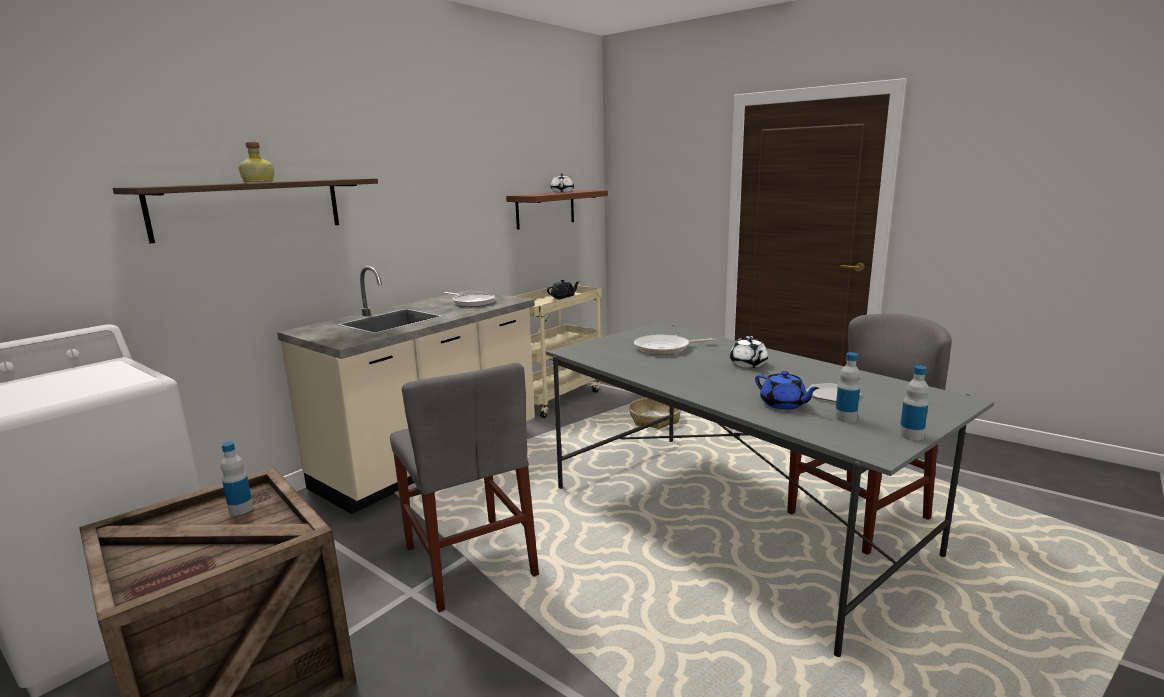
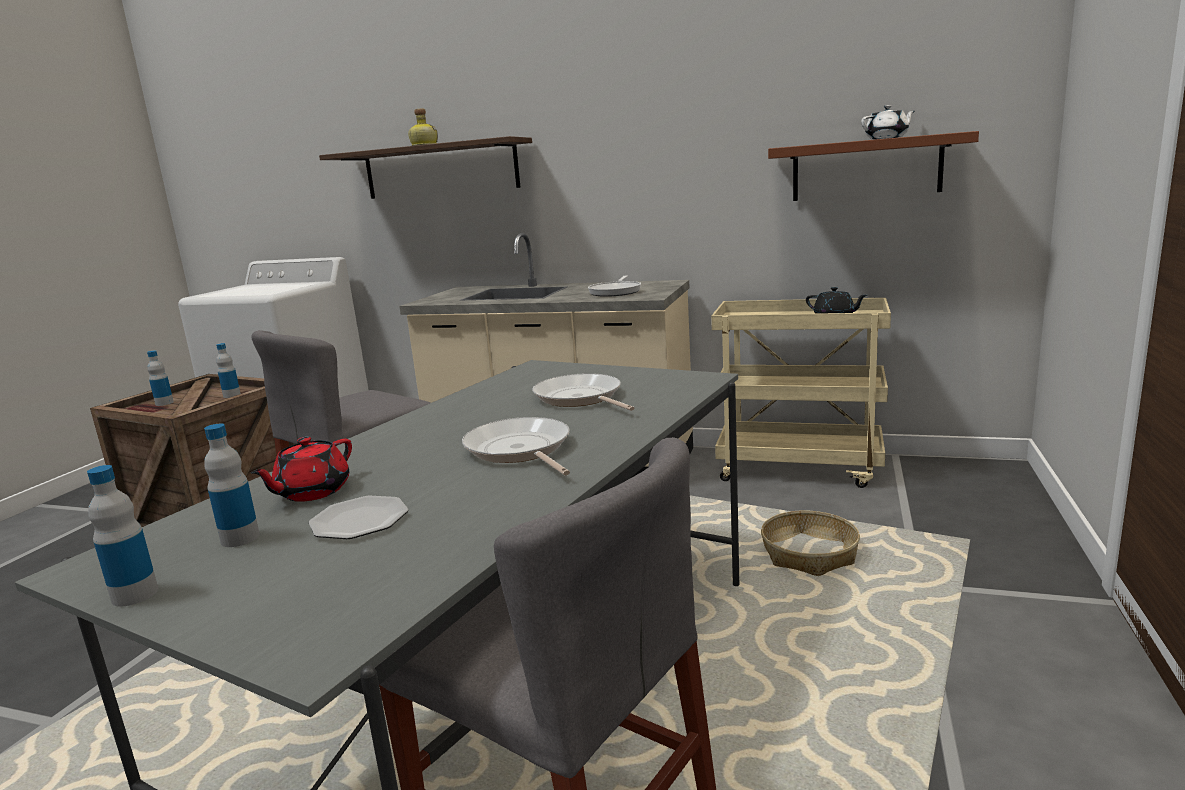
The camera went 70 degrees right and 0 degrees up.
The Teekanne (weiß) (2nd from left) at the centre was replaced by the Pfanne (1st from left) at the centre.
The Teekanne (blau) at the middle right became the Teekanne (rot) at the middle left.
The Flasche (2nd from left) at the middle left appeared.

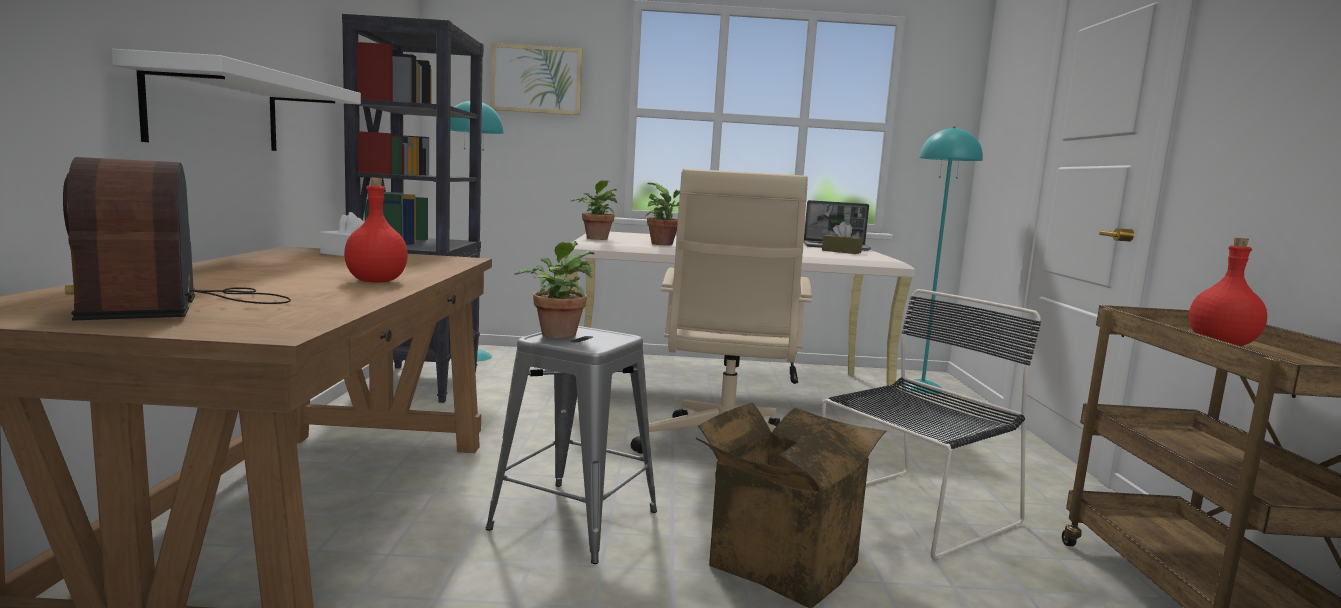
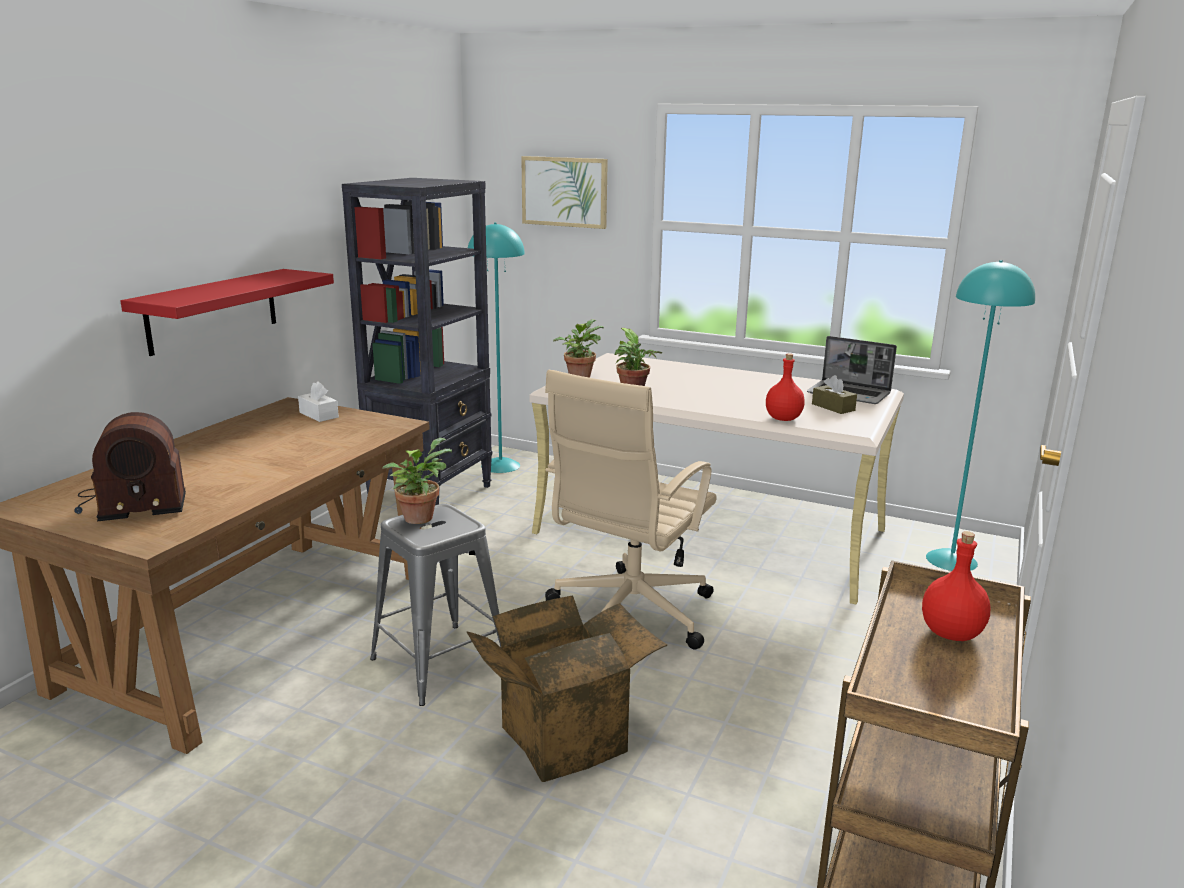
The camera went 25 degrees right and 10 degrees up.
The Radio at the middle left turned 105 degrees counterclockwise.
The Wandregal (weiß) at the top left became the Wandregal (rot) at the middle left.
The Flasche (rot) (1st from left) moved from the middle left to the centre.
The Stuhl (schwarz) at the bottom right disappeared.

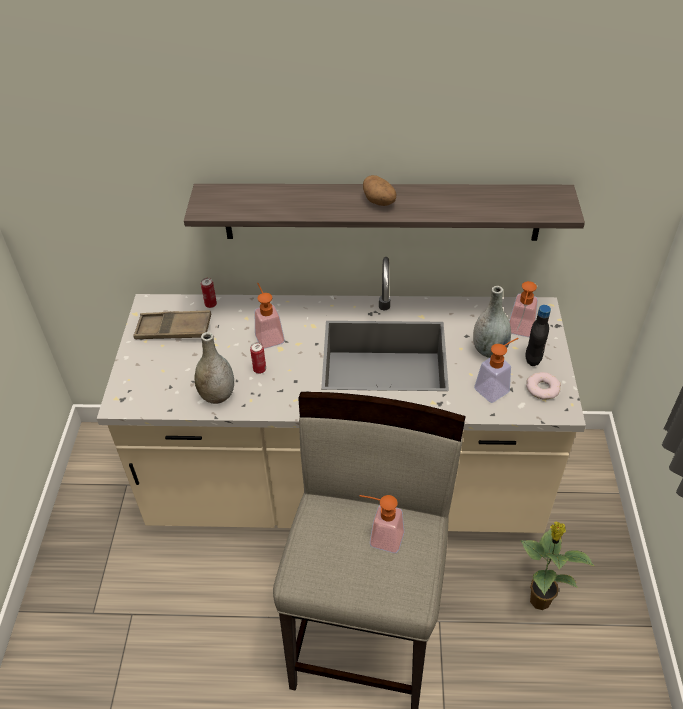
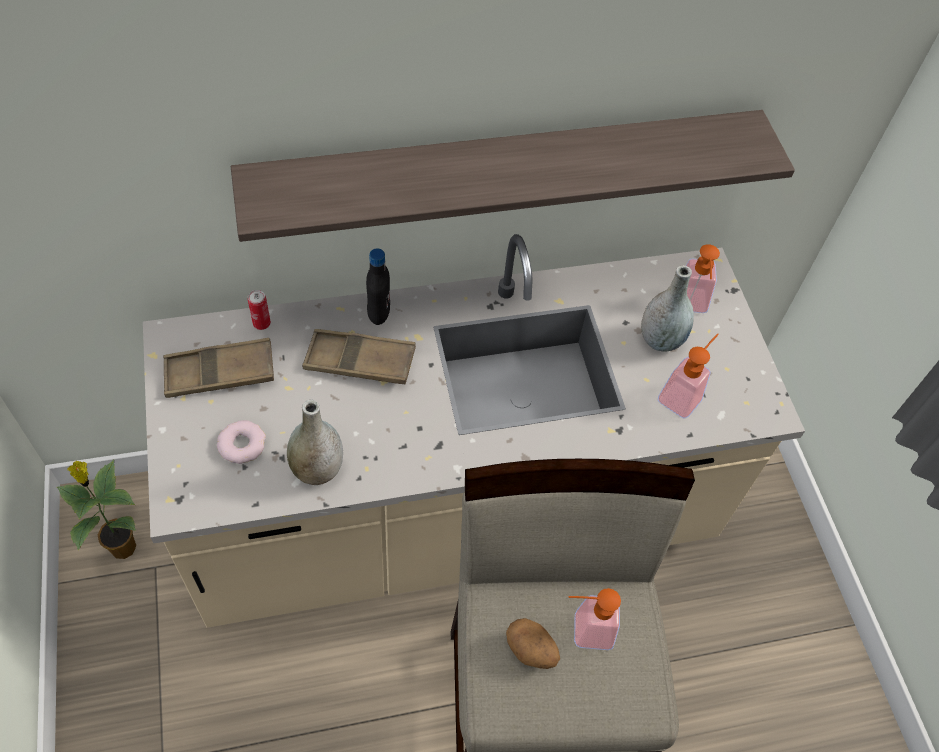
The camera went 20 degrees left and 10 degrees up.
The Dose (2nd from left) at the centre disappeared.
The Seifenspender (1st from left) at the centre was replaced by the Tablett (braun) (2nd from left) at the centre.
The Kartoffel moved from the top centre to the bottom centre.
The Topfpflanze moved from the bottom right to the bottom left.
The Flasche (schwarz) moved from the middle right to the centre.
The Donut moved from the middle right to the middle left.

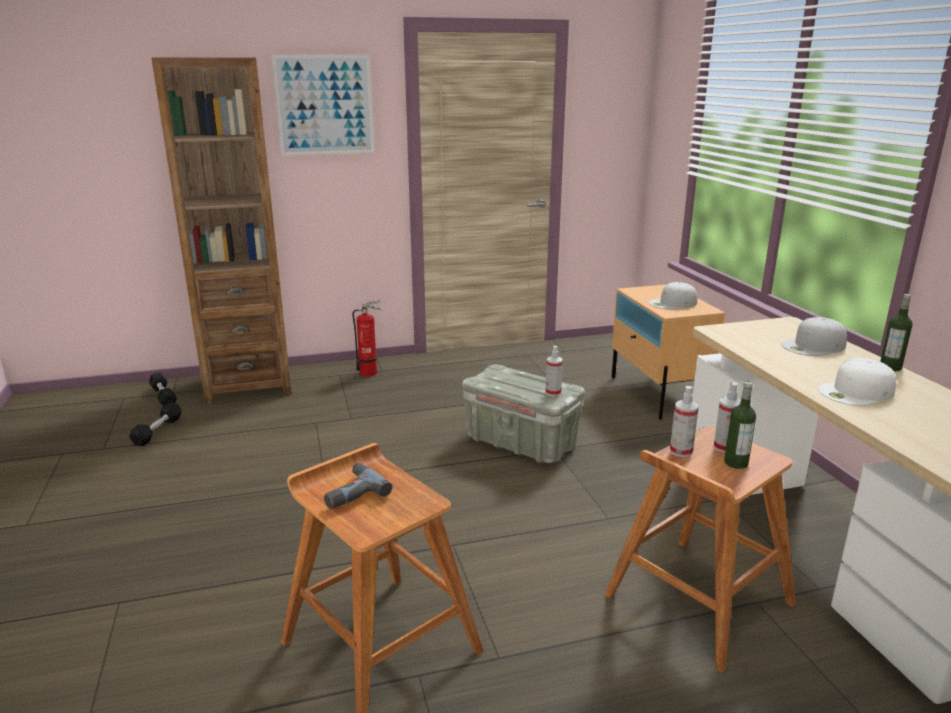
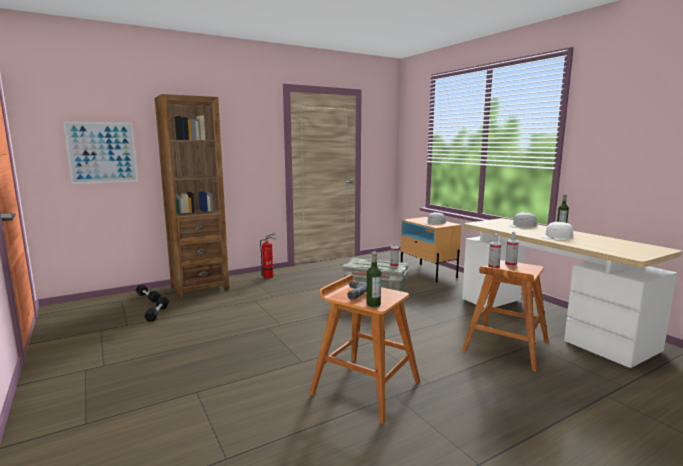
The camera went 15 degrees left and 10 degrees down.
The Bild moved from the top centre to the top left.
The Flasche (1st from left) moved from the middle right to the centre.

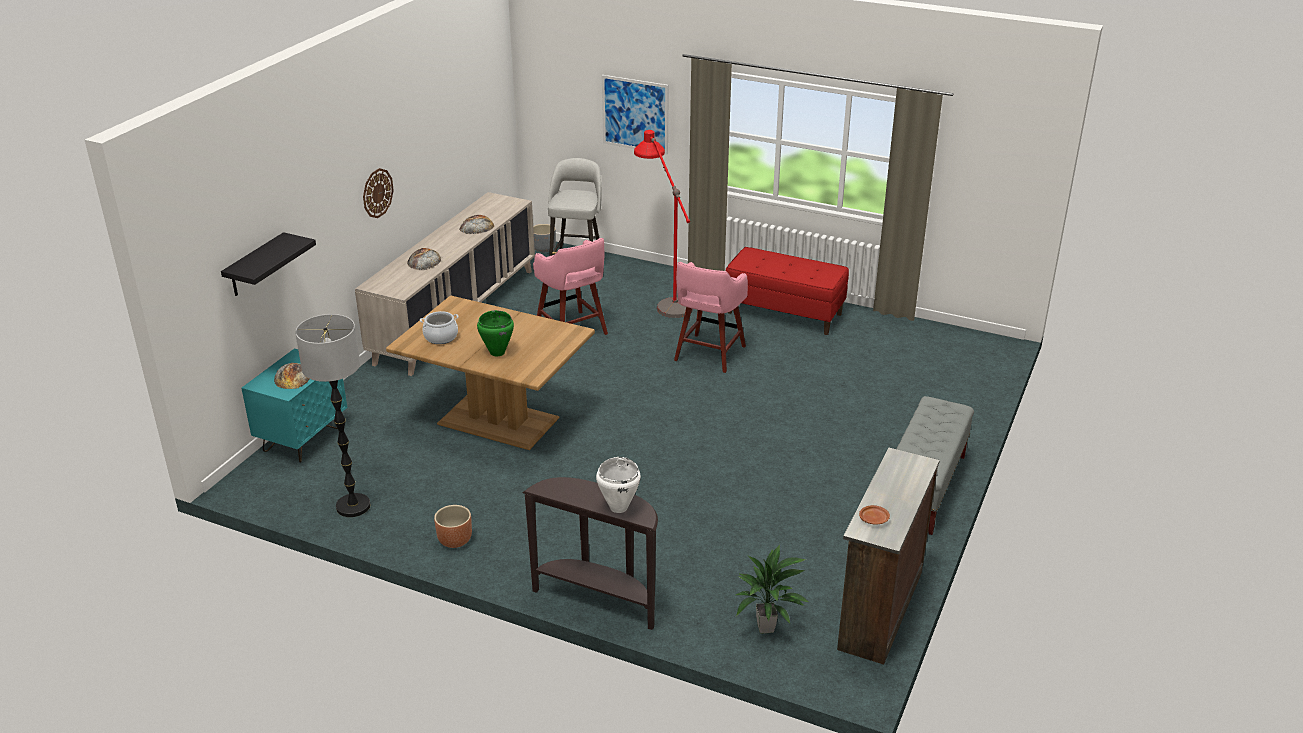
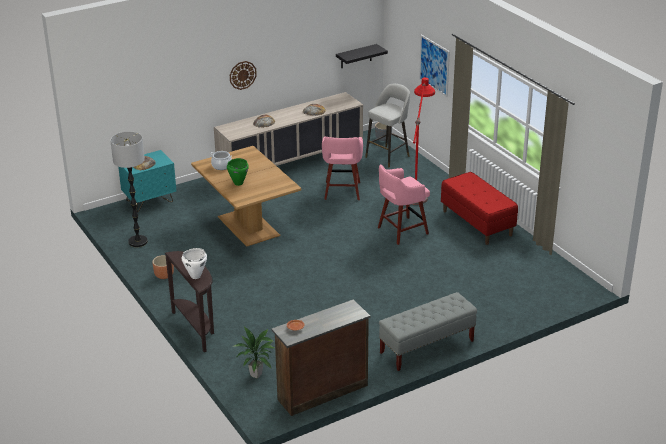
The camera went 35 degrees right and 0 degrees up.
The Wandregal (schwarz) moved from the middle left to the top centre.

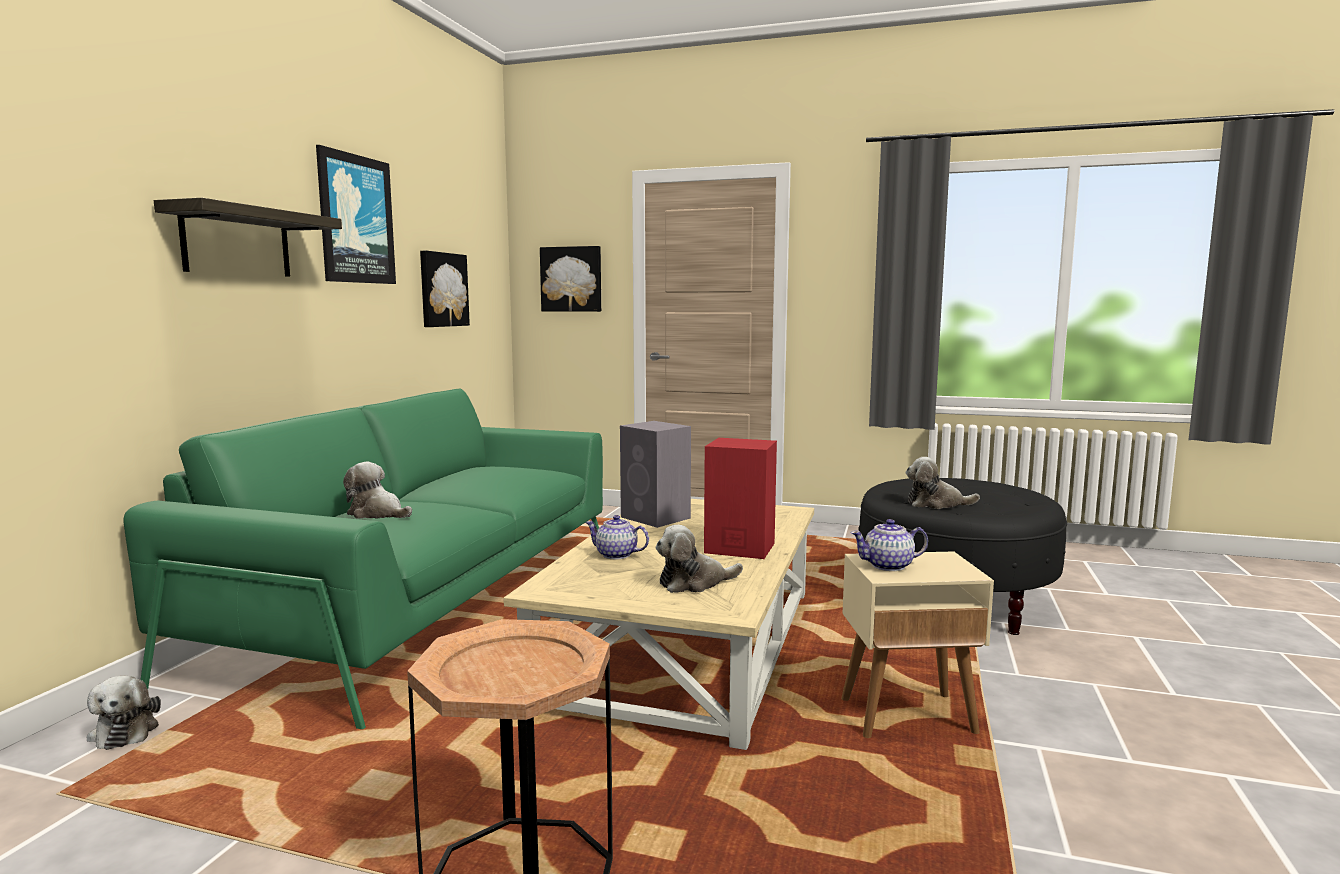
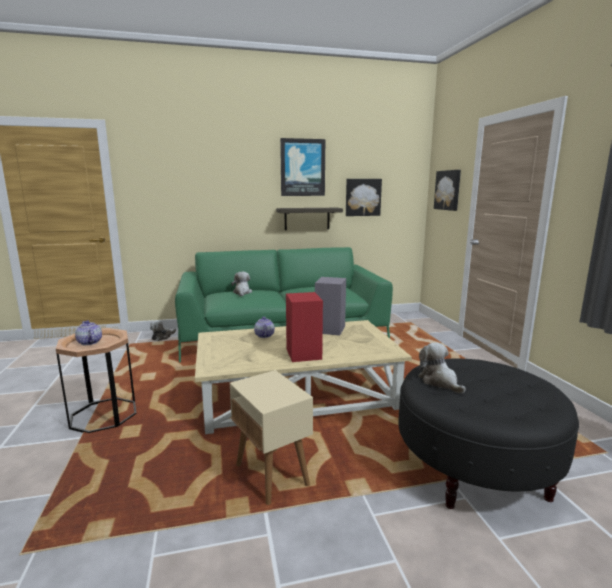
The camera went 60 degrees right and 5 degrees up.
The Wandregal moved from the top left to the centre.
The Plüschtier (3rd from left) at the centre disappeared.
The Teekanne (2nd from left in the first image) moved from the centre to the middle left.

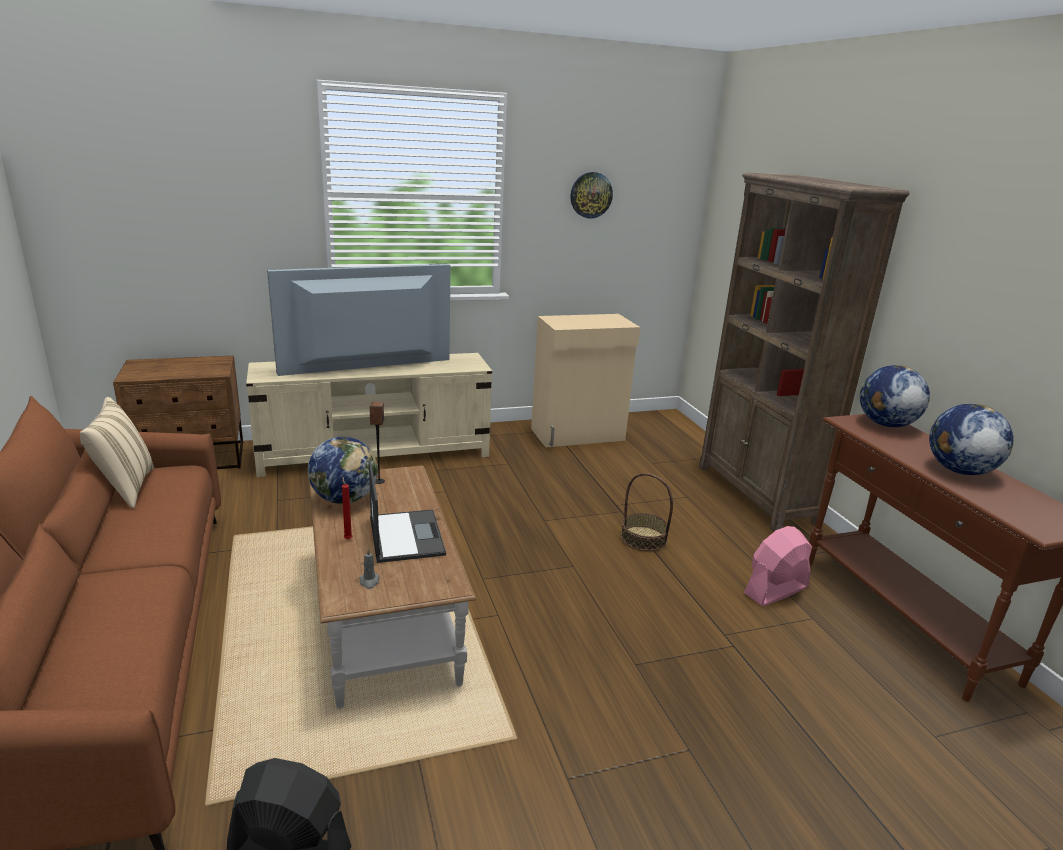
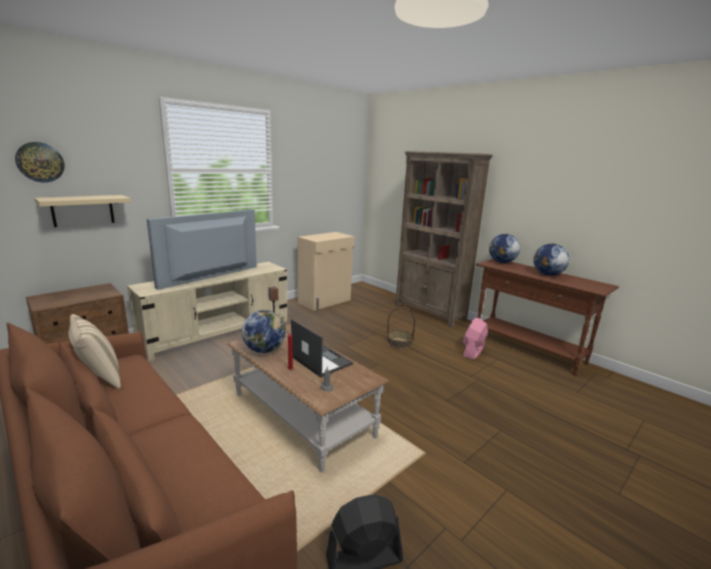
The camera went 25 degrees left and 5 degrees down.
The Wanduhr moved from the top centre to the top left.
The Wandregal (beige) at the middle left appeared.

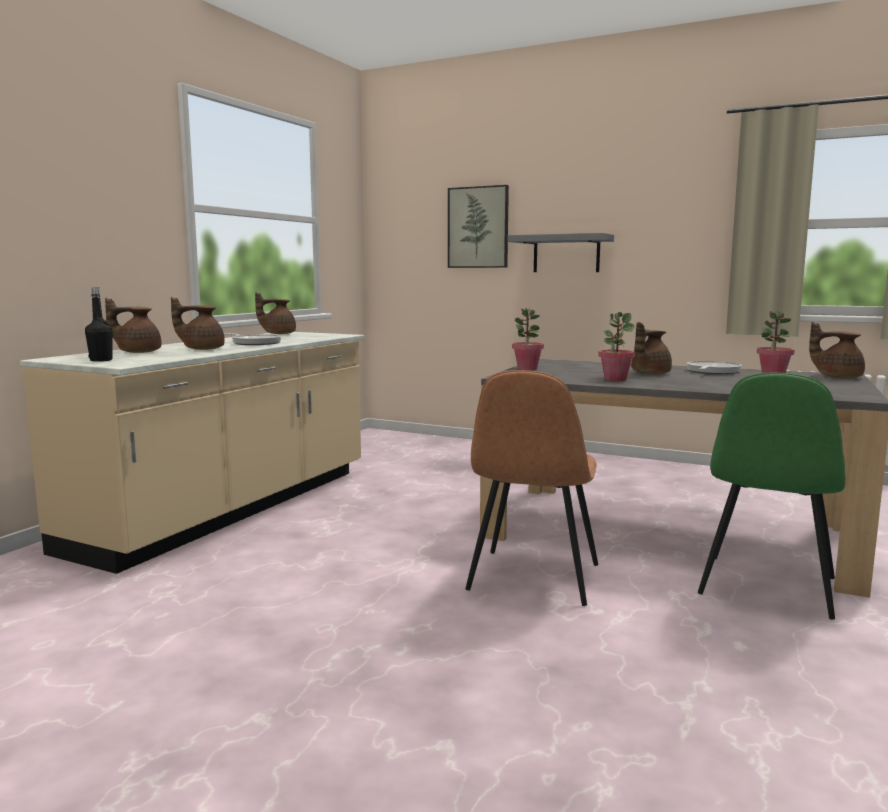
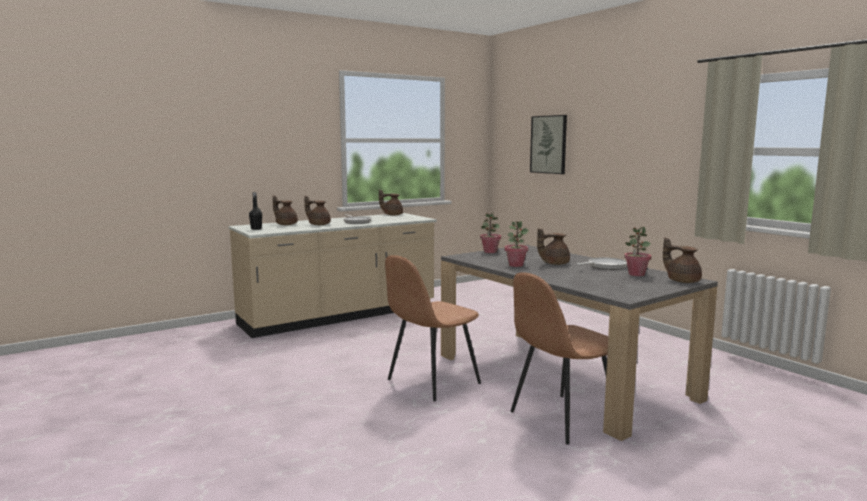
The camera went 30 degrees right and 0 degrees up.
The Wandregal (grau) at the top centre disappeared.
The Stuhl (grün) at the middle right became the Stuhl (braun) (2nd from left) at the bottom centre.

